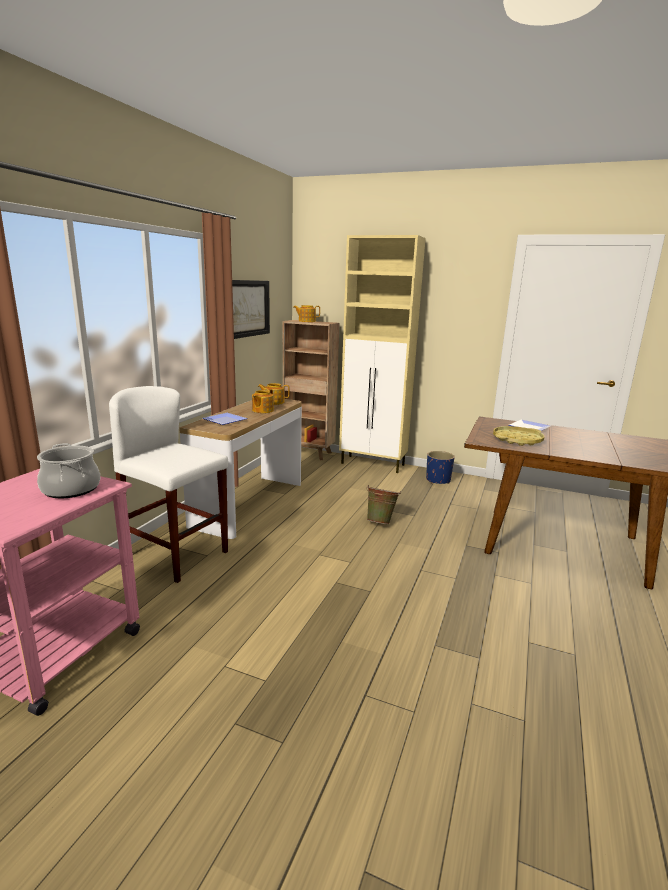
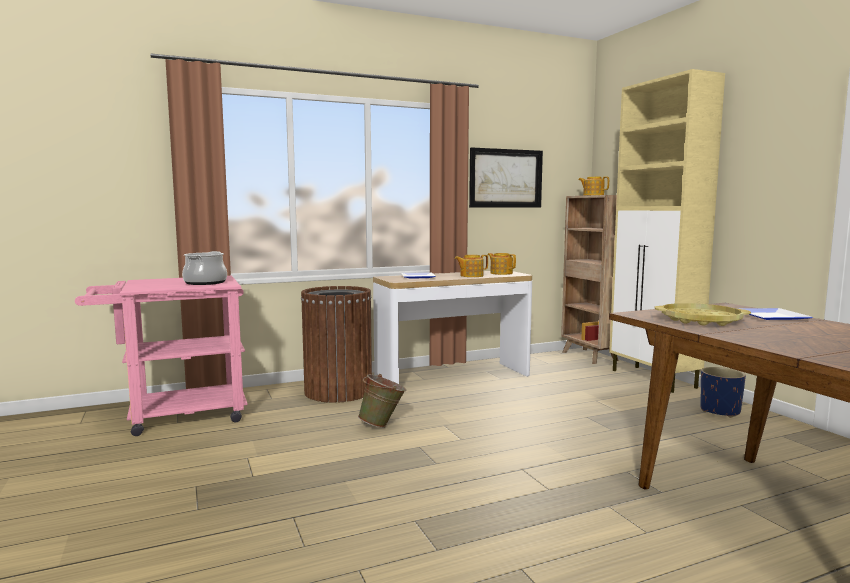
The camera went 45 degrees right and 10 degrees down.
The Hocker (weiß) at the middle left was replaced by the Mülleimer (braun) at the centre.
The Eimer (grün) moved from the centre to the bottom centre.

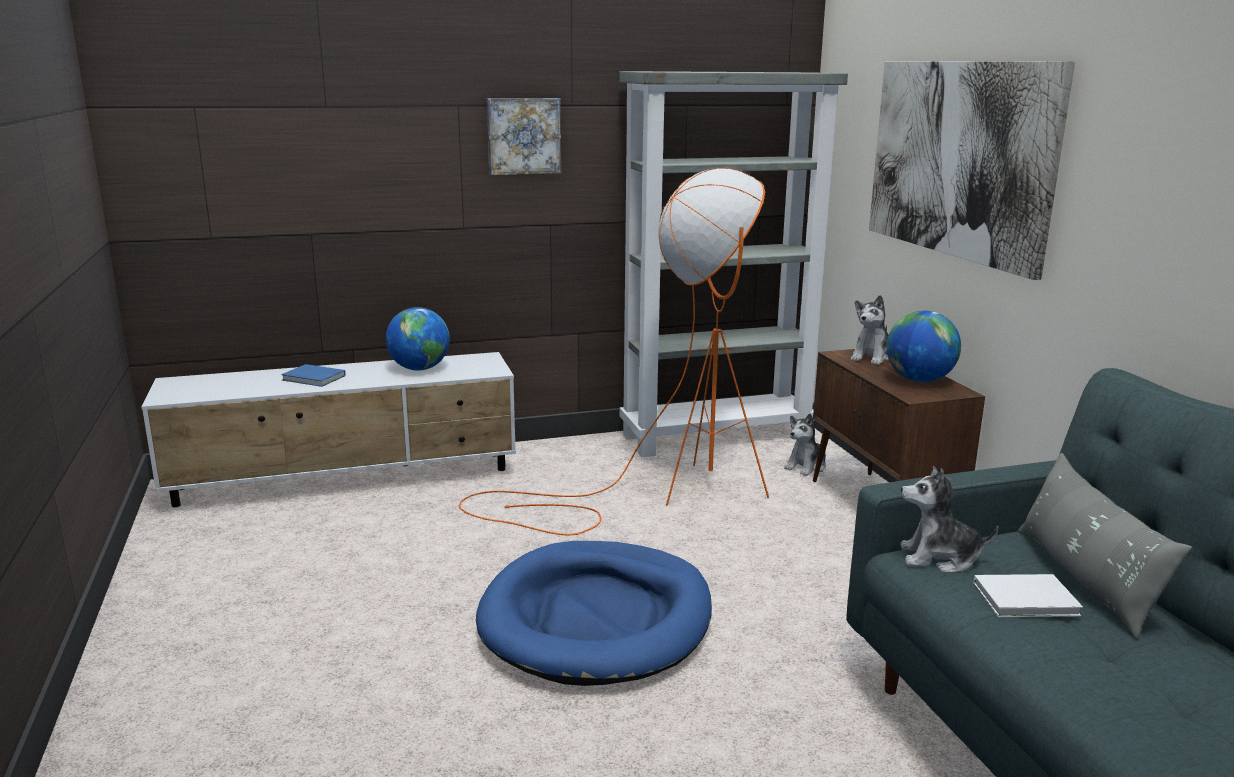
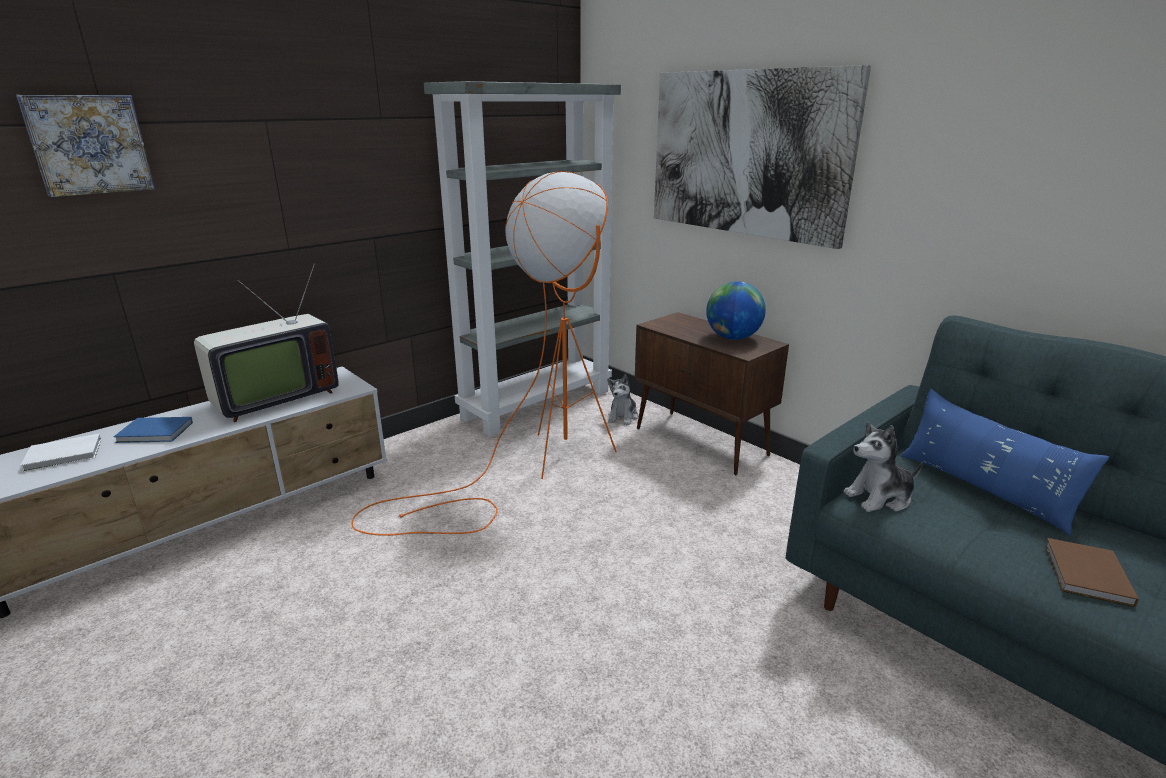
The camera went 25 degrees left and 5 degrees up.
The Globus (1st from left) at the centre was replaced by the Fernseher at the middle left.
The Hundebett (blau) at the bottom centre disappeared.
The Bild (1st from left) moved from the top centre to the top left.
The Plüschtier (2nd from left) at the middle right disappeared.
The Buch (weiß) moved from the bottom right to the middle left.
The Kissen (grau) at the bottom right became the Kissen (blau) at the middle right.
The Buch (braun) at the bottom right appeared.

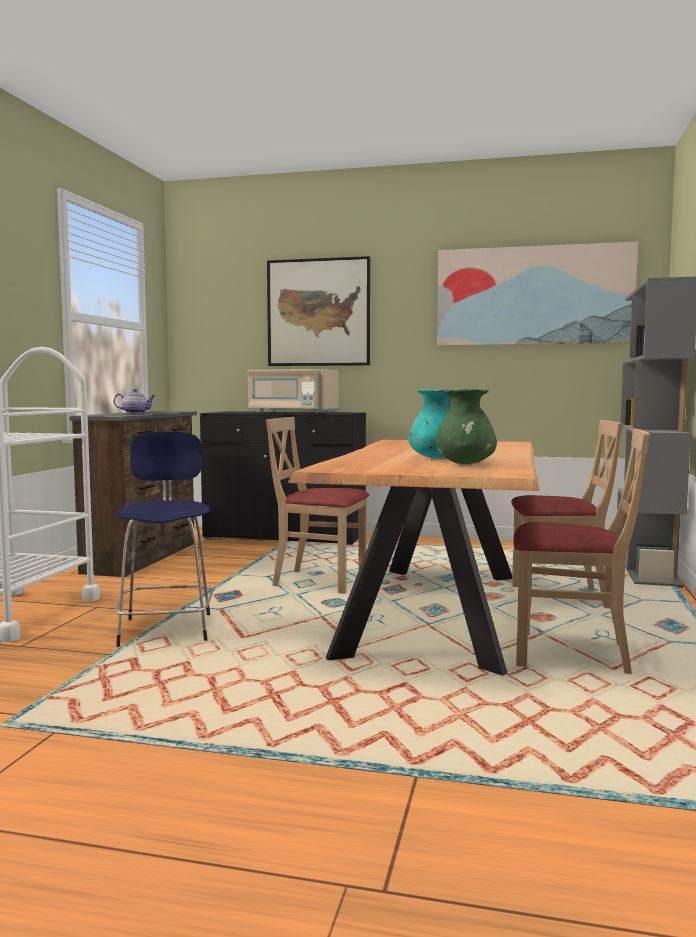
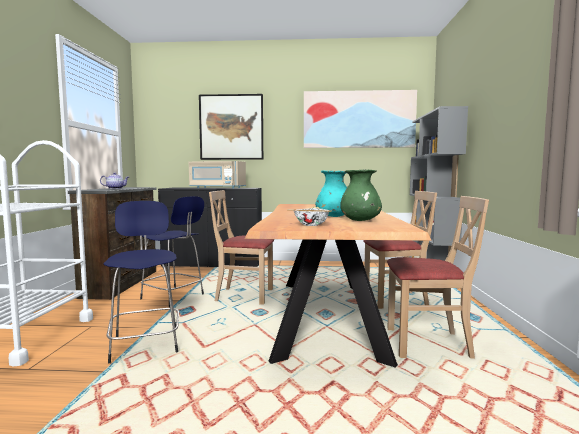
The camera went 10 degrees left and 0 degrees up.
The Hocker (blau) (2nd from left) at the middle left appeared.
The Schüssel at the centre appeared.

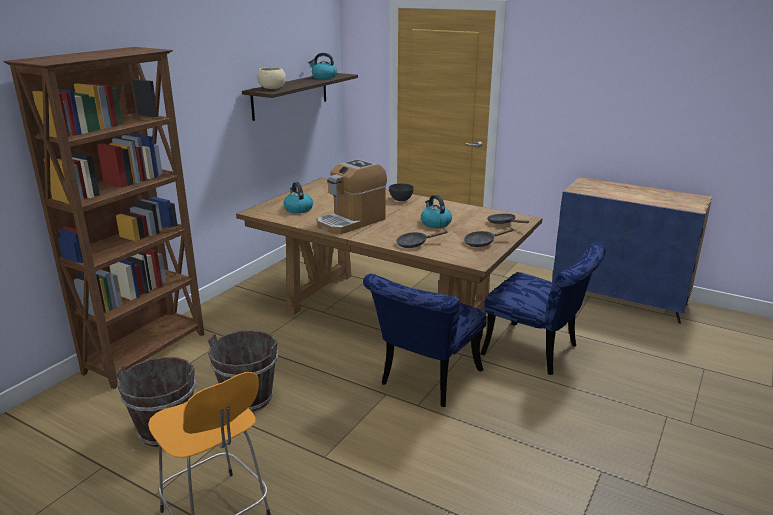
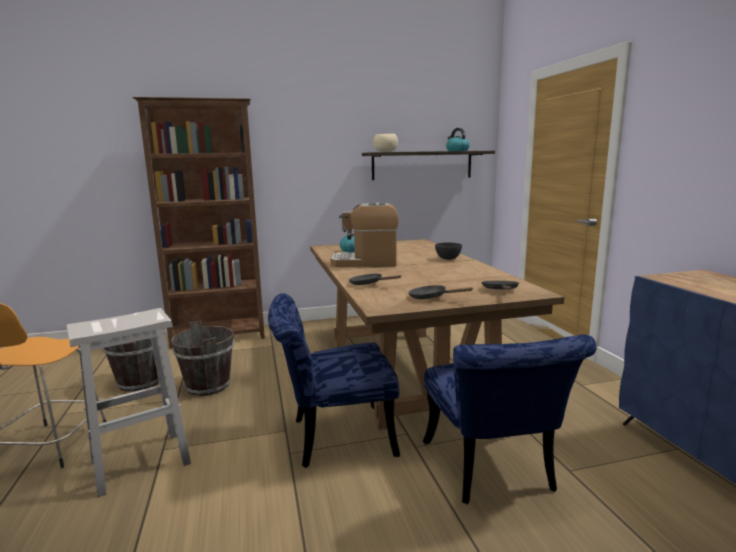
The camera went 45 degrees right and 10 degrees down.
The Wasserkessel (3rd from left) at the centre disappeared.
The Hocker (weiß) at the bottom left appeared.

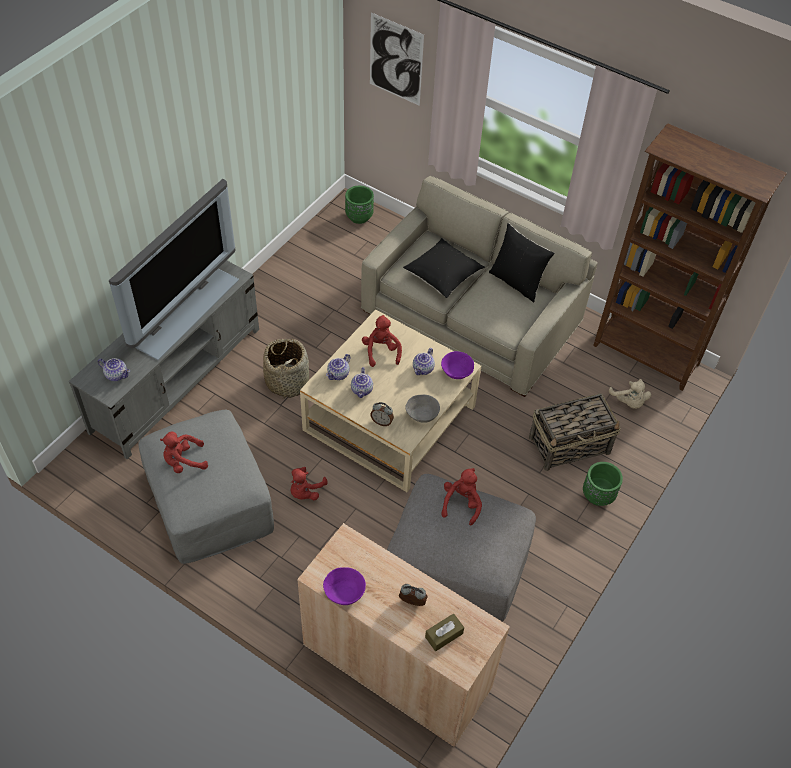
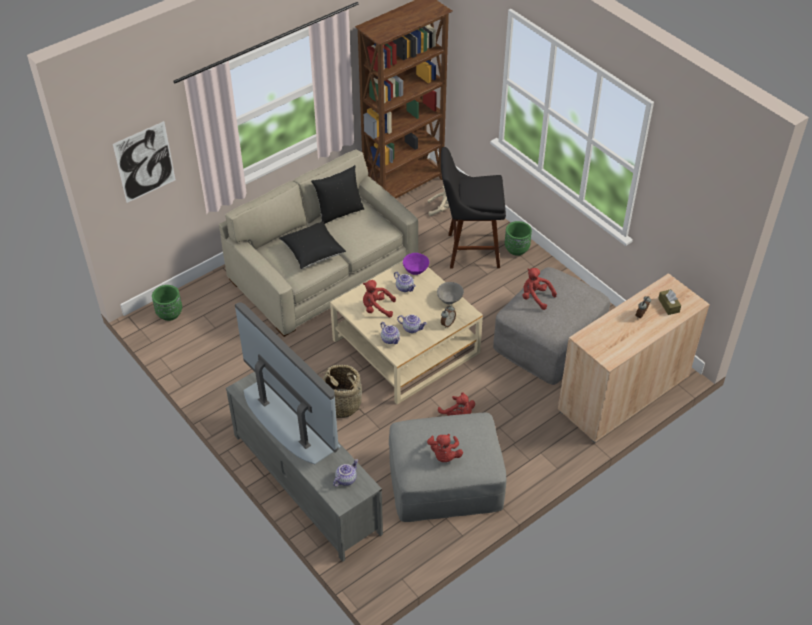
The camera went 70 degrees left and 5 degrees down.
The Schüssel (lila) (1st from left) at the bottom centre disappeared.
The Korb (2nd from left) at the middle right was replaced by the Hocker (schwarz) at the top centre.

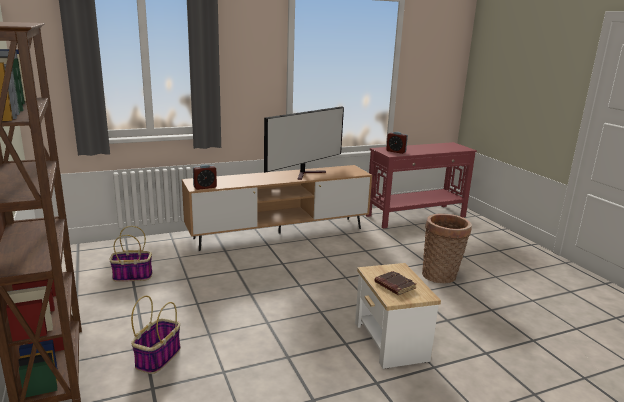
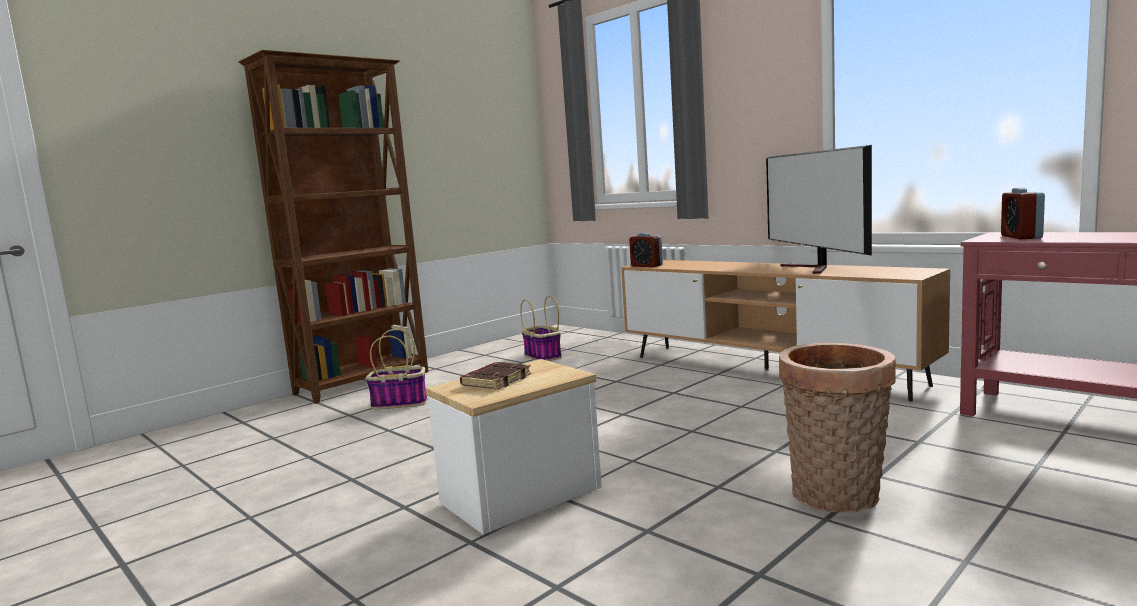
The camera went 70 degrees right and 10 degrees down.
The Fernseher at the centre turned 60 degrees clockwise.

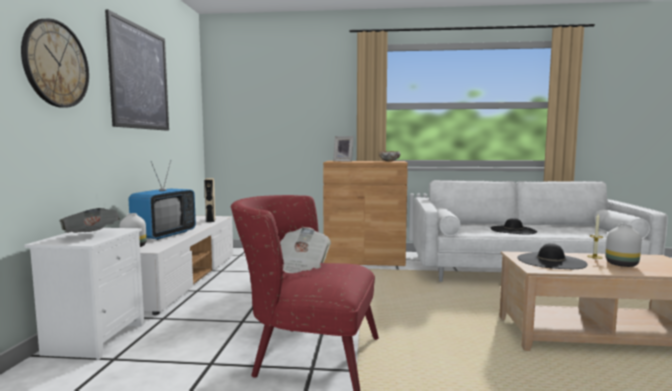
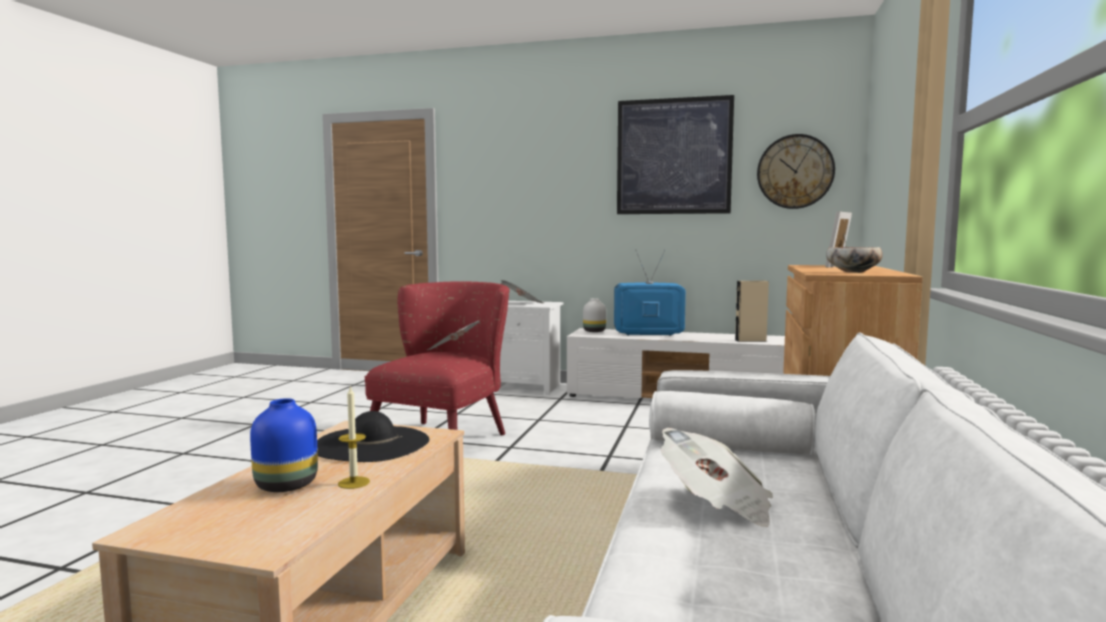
The camera went 100 degrees right and 0 degrees up.
The Wanduhr moved from the top left to the top right.
The Fernseher at the middle left turned 150 degrees clockwise.
The Hut (schwarz) (1st from left) at the middle right was replaced by the Zeitung (3rd from left) at the bottom centre.
The Vase (weiß) (2nd from left) at the middle right became the Vase (blau) at the bottom left.

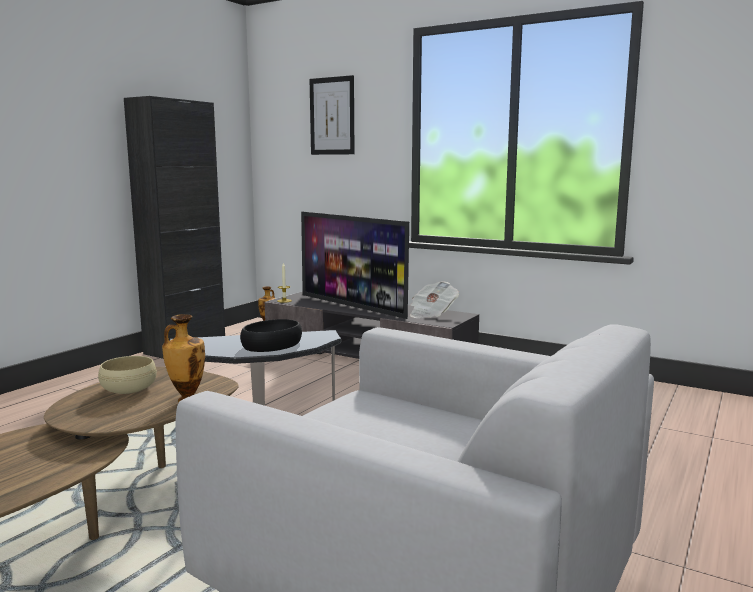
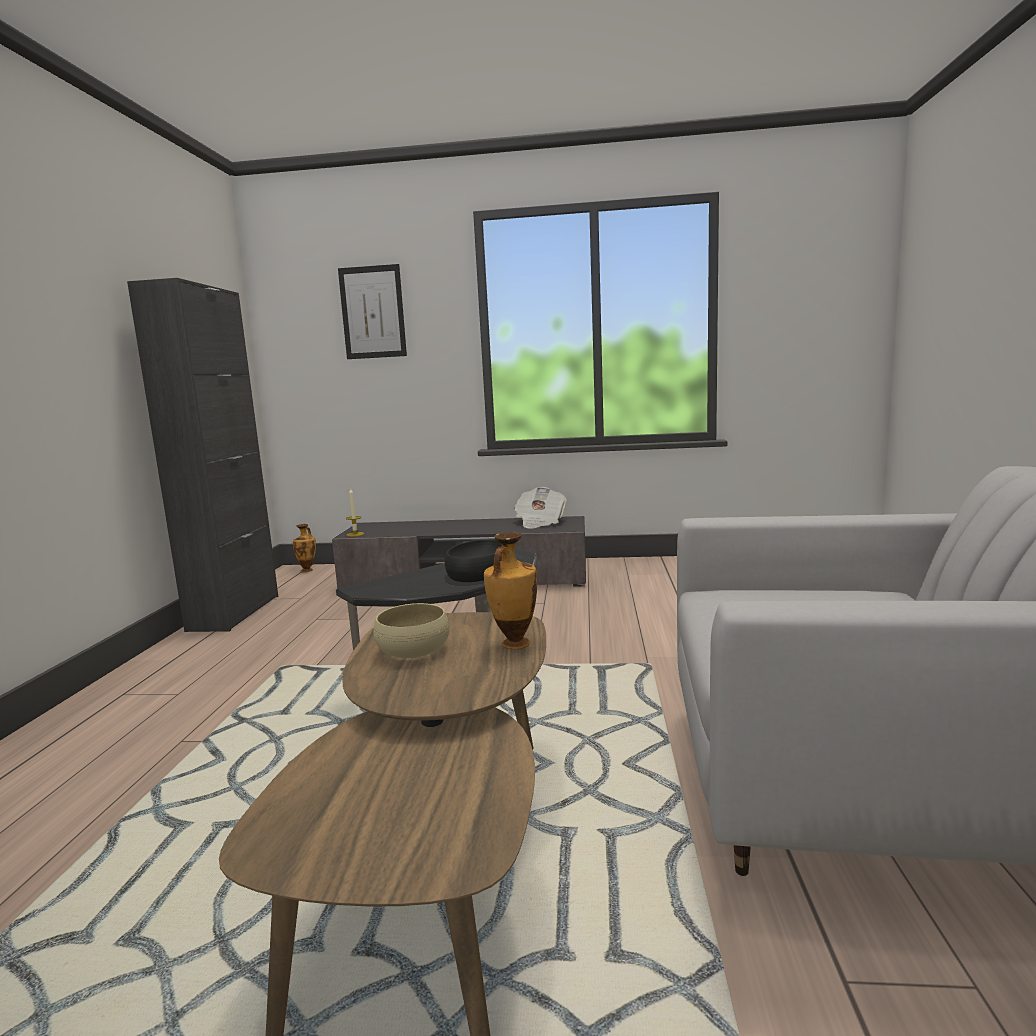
The camera went 25 degrees left and 0 degrees up.
The Fernseher at the centre disappeared.

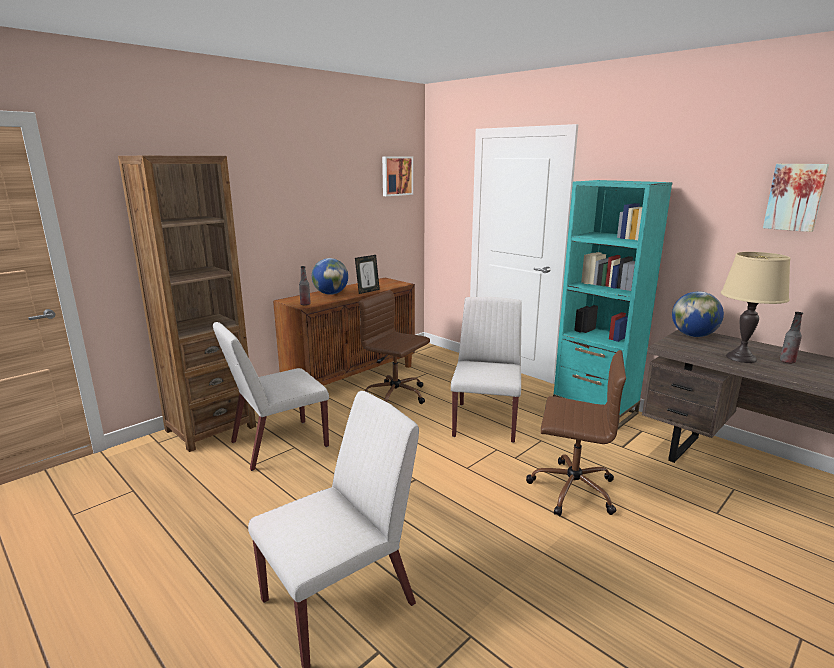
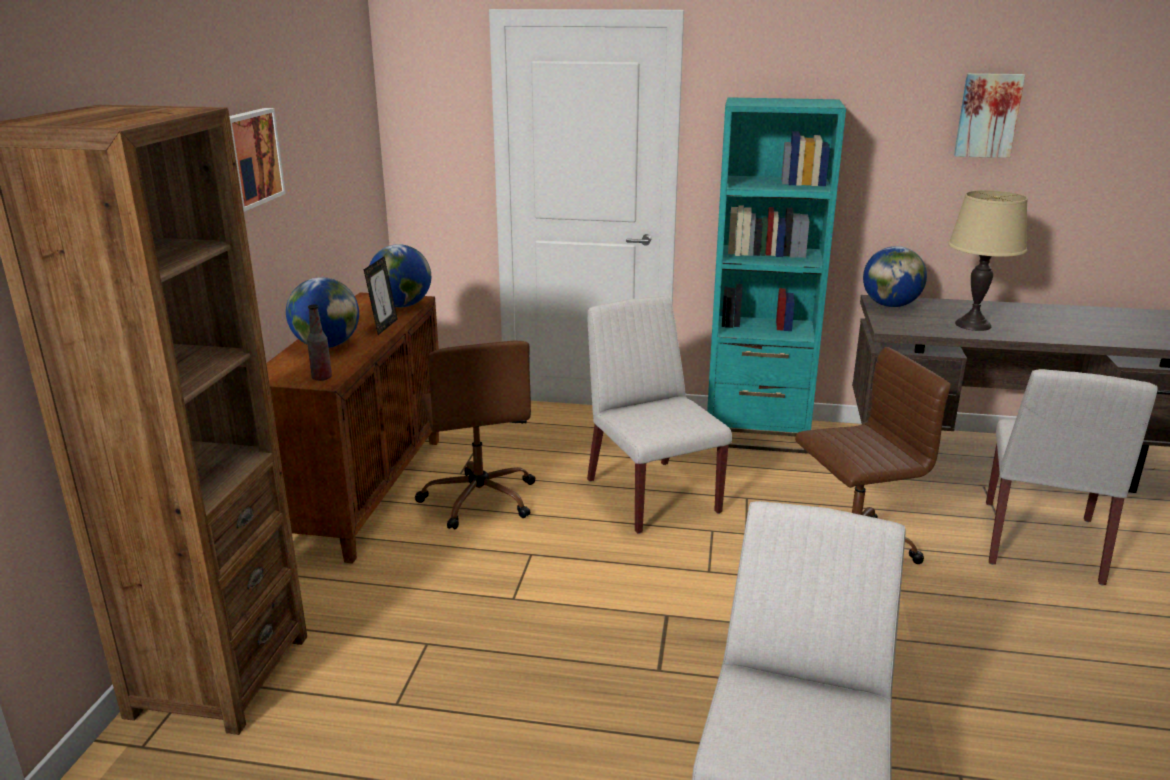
The camera went 35 degrees left and 5 degrees up.
The Stuhl (weiß) (1st from left in the first image) moved from the middle left to the middle right.
The Bürostuhl (braun) (1st from left) at the centre turned 105 degrees counterclockwise.
The Bild (1st from left) moved from the top centre to the top left.
The Flasche (2nd from left) at the middle right disappeared.
The Globus (2nd from left) at the centre appeared.

